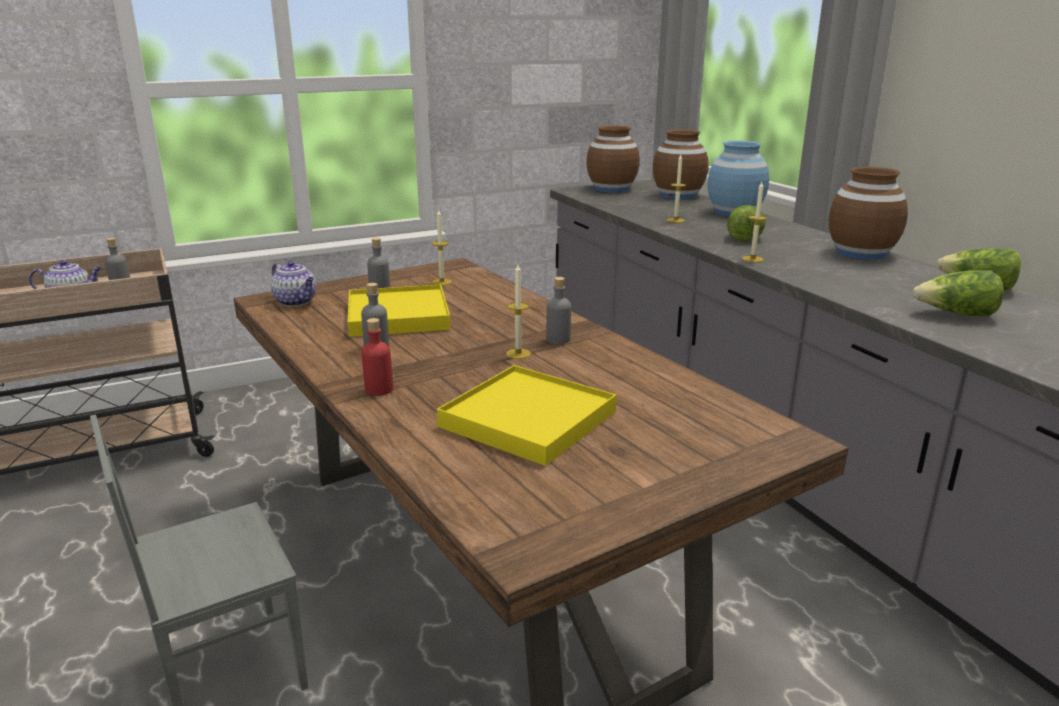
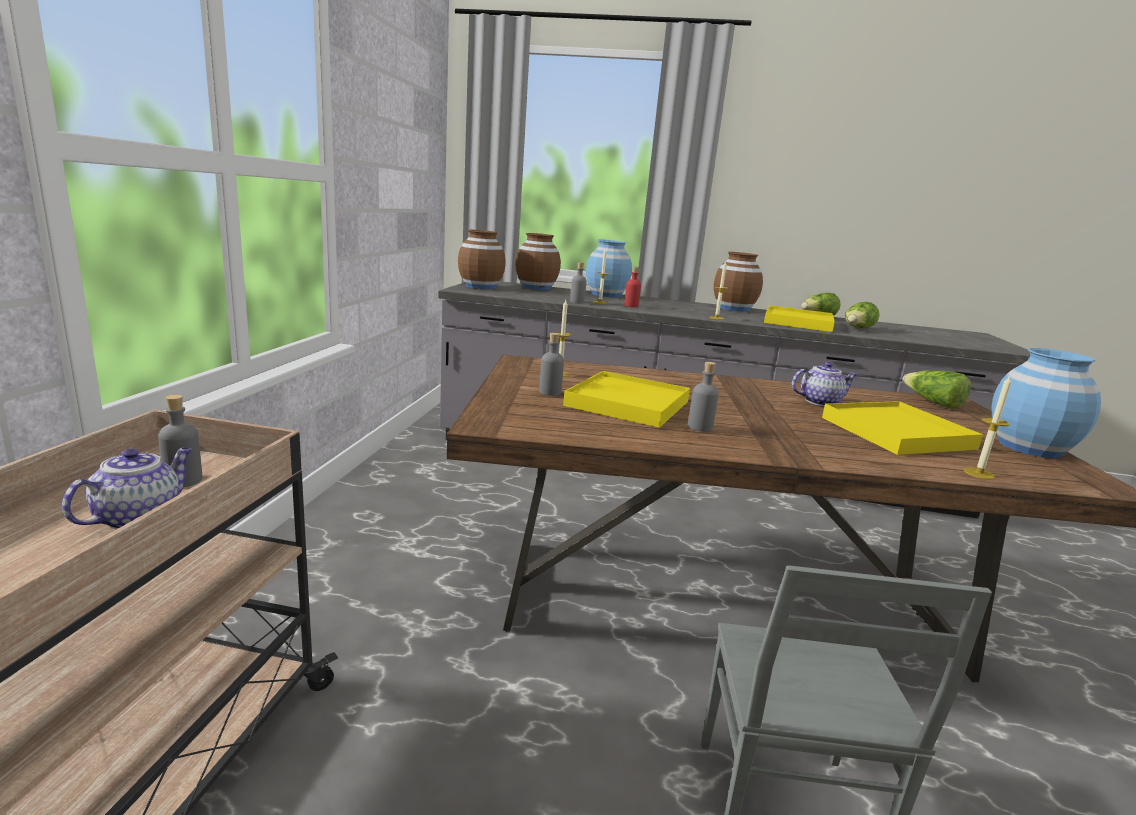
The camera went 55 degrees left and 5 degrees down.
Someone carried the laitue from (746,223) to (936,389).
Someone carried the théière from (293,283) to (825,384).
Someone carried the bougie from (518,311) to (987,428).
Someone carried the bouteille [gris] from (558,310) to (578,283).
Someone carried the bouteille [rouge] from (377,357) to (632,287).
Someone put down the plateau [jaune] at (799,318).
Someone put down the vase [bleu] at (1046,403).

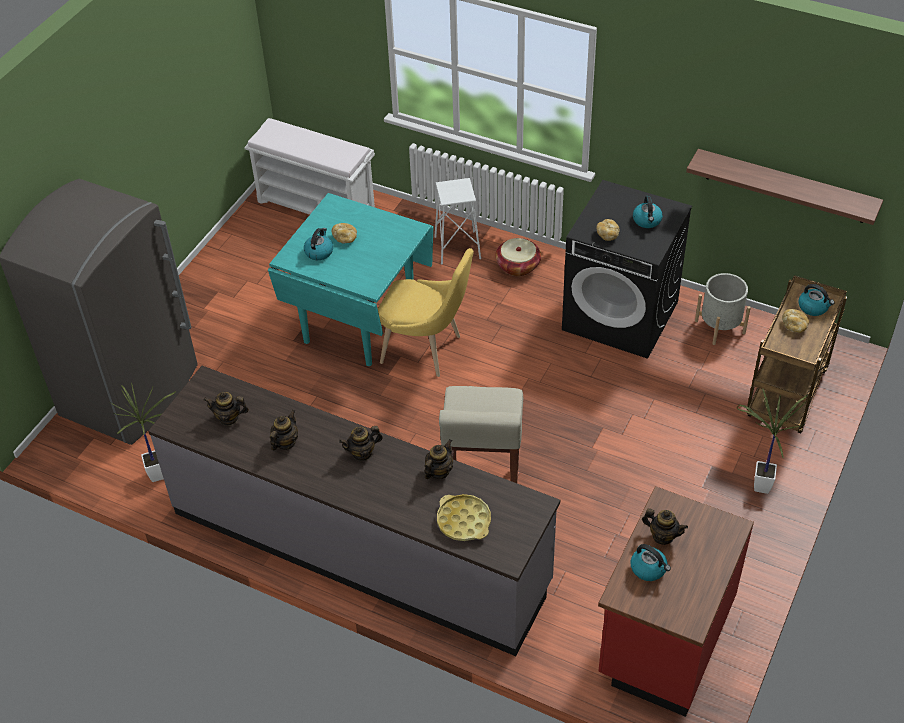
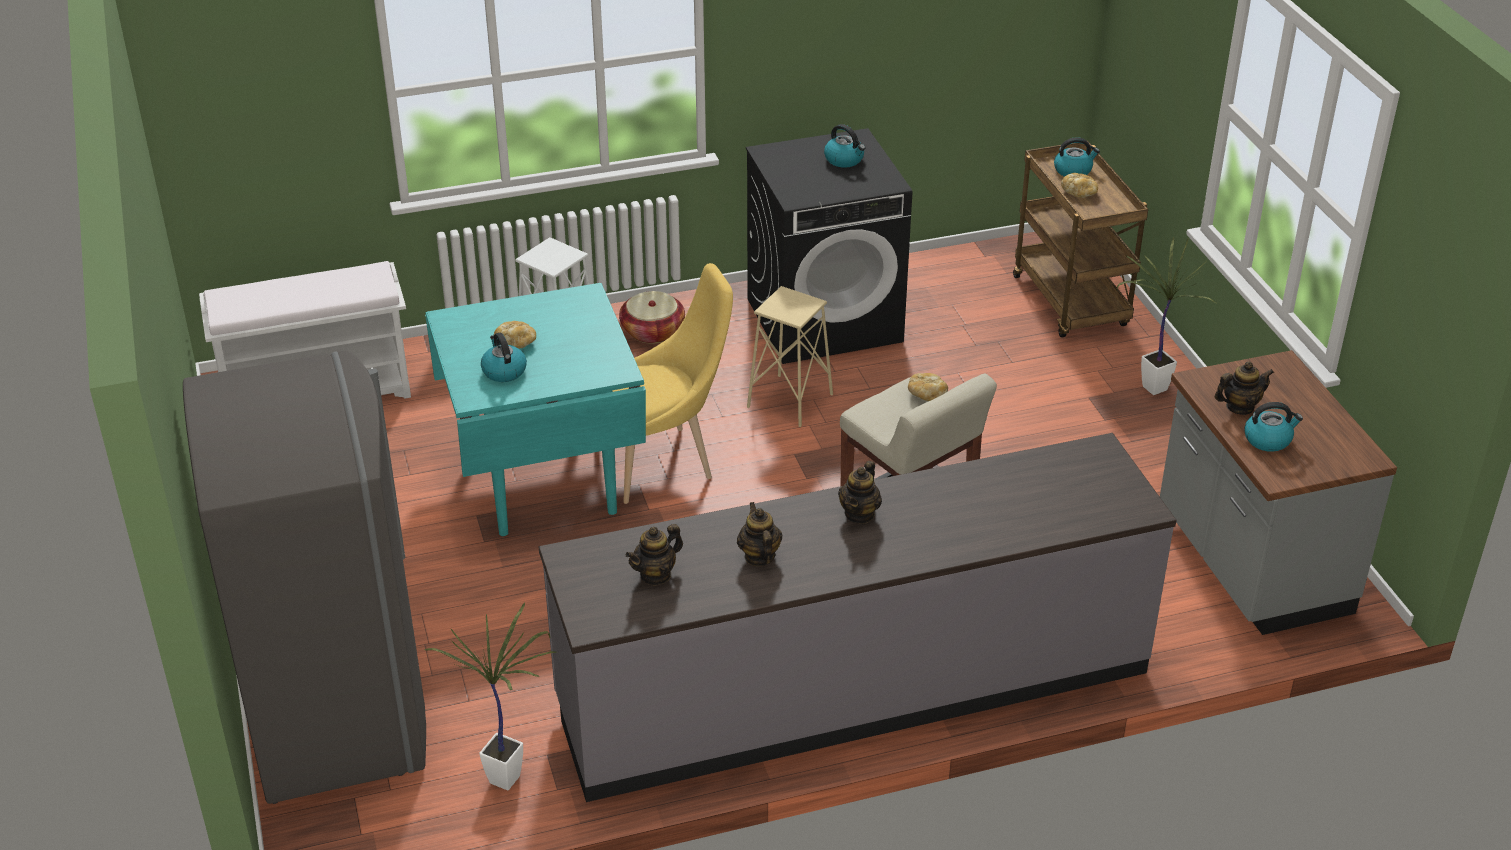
The camera went 45 degrees left and 10 degrees down.
Someone took away the étagère at (784,187).
Someone carried the pain from (607,230) to (928,387).
Someone took away the cache-pot [gris] at (723,309).
Someone took away the théière at (439,459).
Someone repainted the comptoir de cuisine [rouge] at (676,601), which became the comptoir de cuisine [gris] at (1278,492).
Someone took away the plateau [jaune] at (464,517).
Someone put down the tabouret [beige] at (790,356).

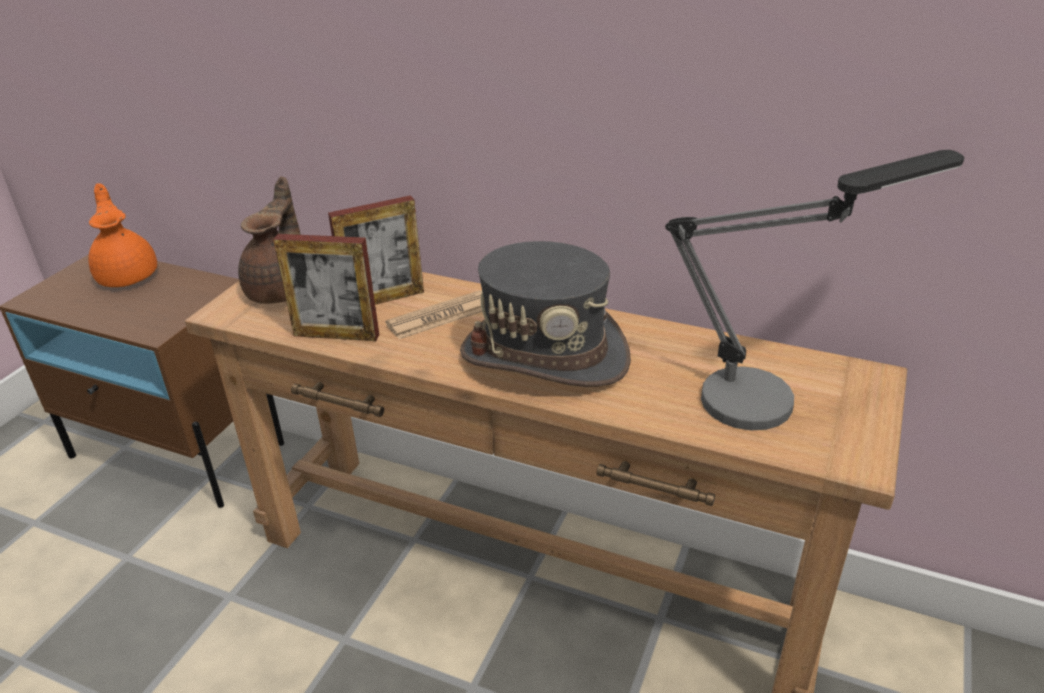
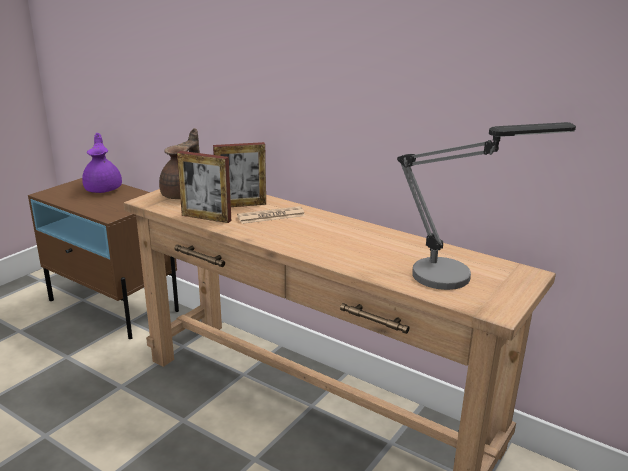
The camera went 10 degrees right and 10 degrees down.
Someone repainted the théière [orange] at (122,235), which became the théière [violet] at (102,163).
Someone took away the chapeau [gris] at (545,314).

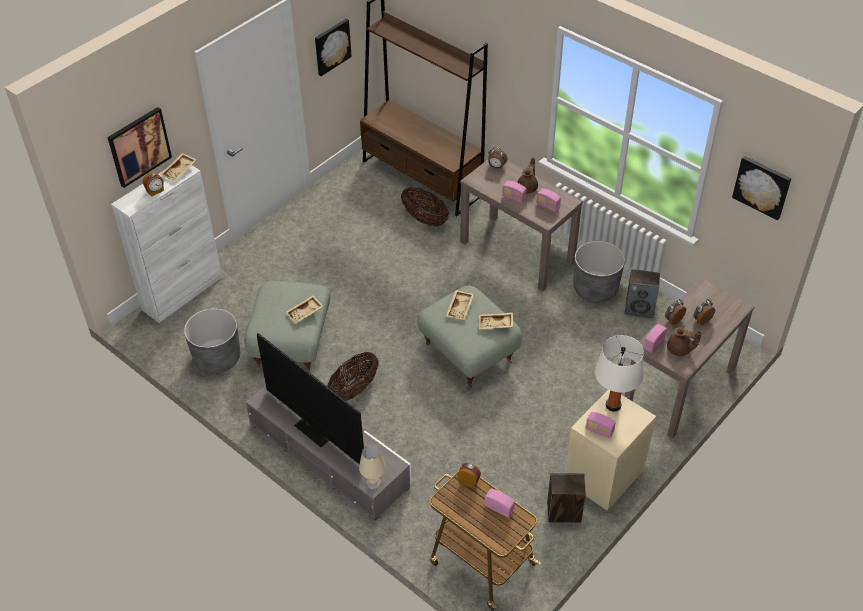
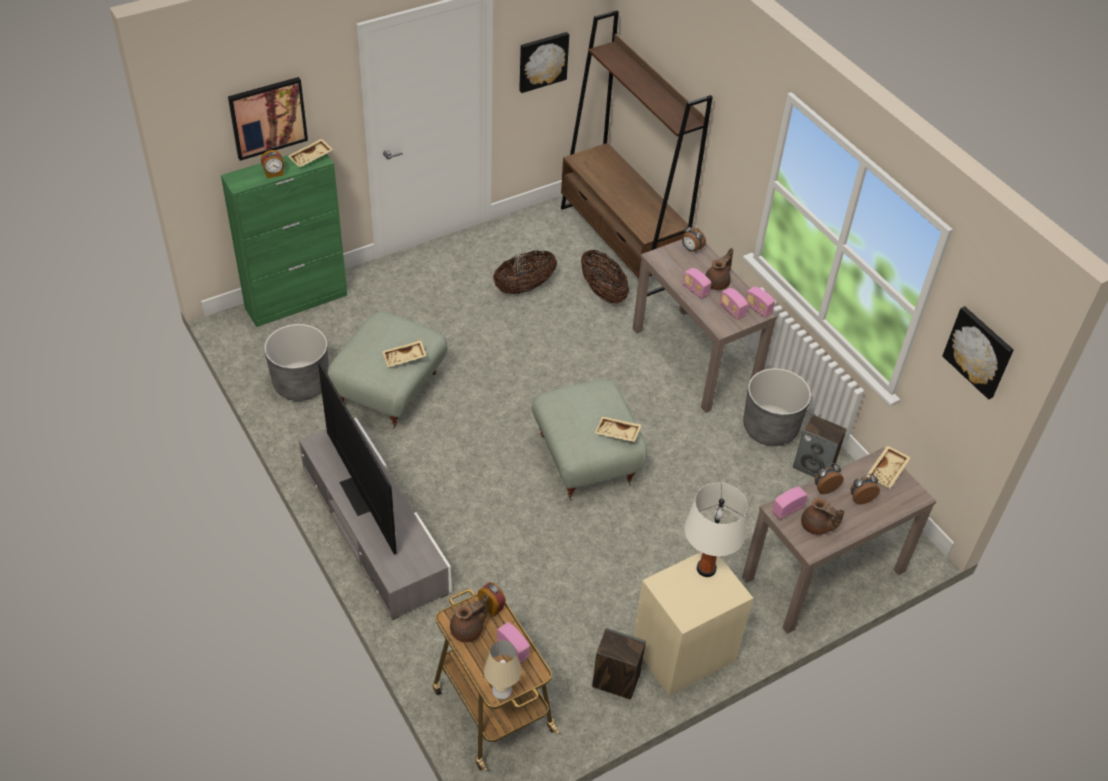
The camera went 15 degrees right and 0 degrees up.
Someone repainted the meuble de rangement [blanc] at (166,244), which became the meuble de rangement [vert] at (284,240).
Someone carried the plateau [beige] from (460,305) to (888,466).
Someone carried the panier from (353,376) to (525,272).
Someone carried the radio from (601,425) to (760,302).
Someone carried the lampe de table [beige] from (372,467) to (502,670).
Someone put down the théière [marron] at (469,618).

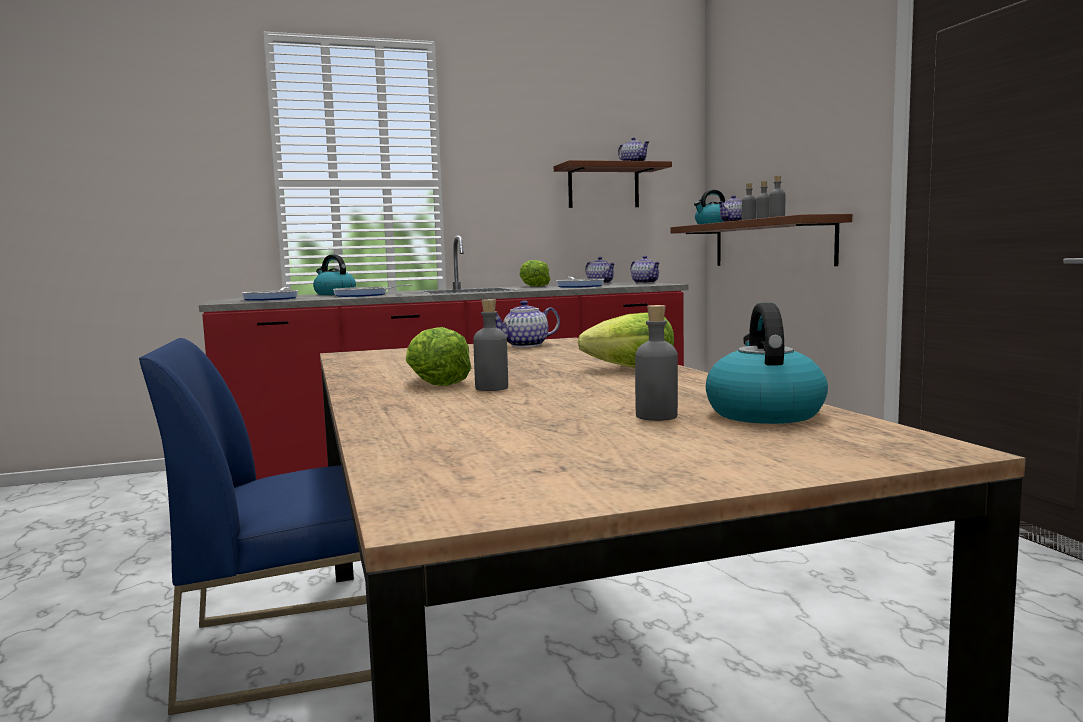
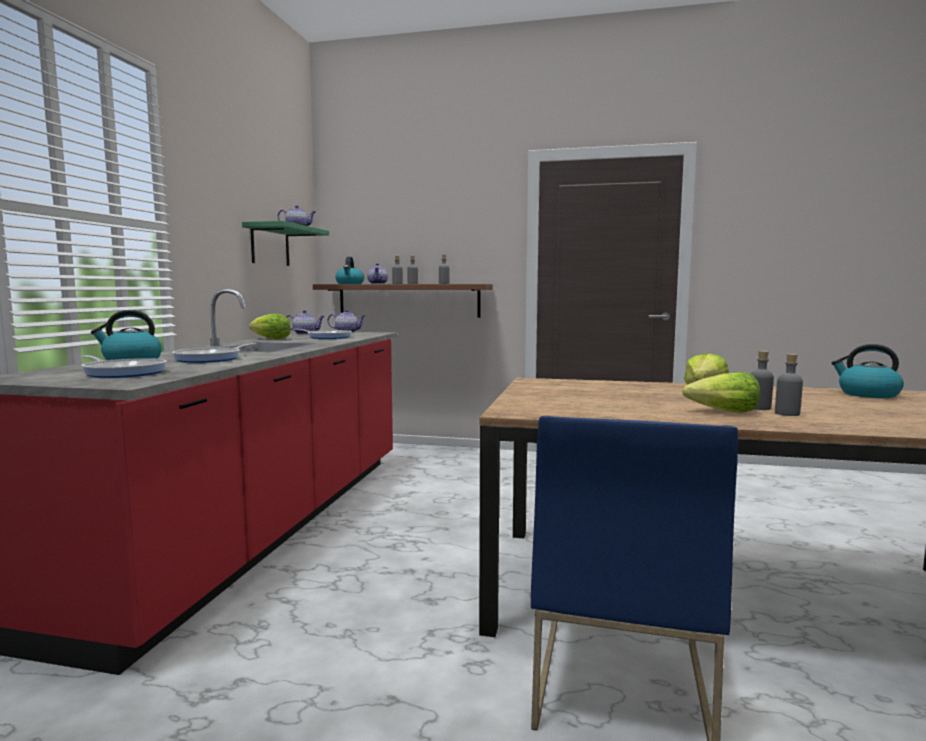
The camera went 60 degrees left and 0 degrees up.
Someone repainted the étagère [marron] at (613,184), which became the étagère [vert] at (285,243).
Someone took away the théière at (528,323).
Someone carried the bouteille [gris] from (656,363) to (789,385).

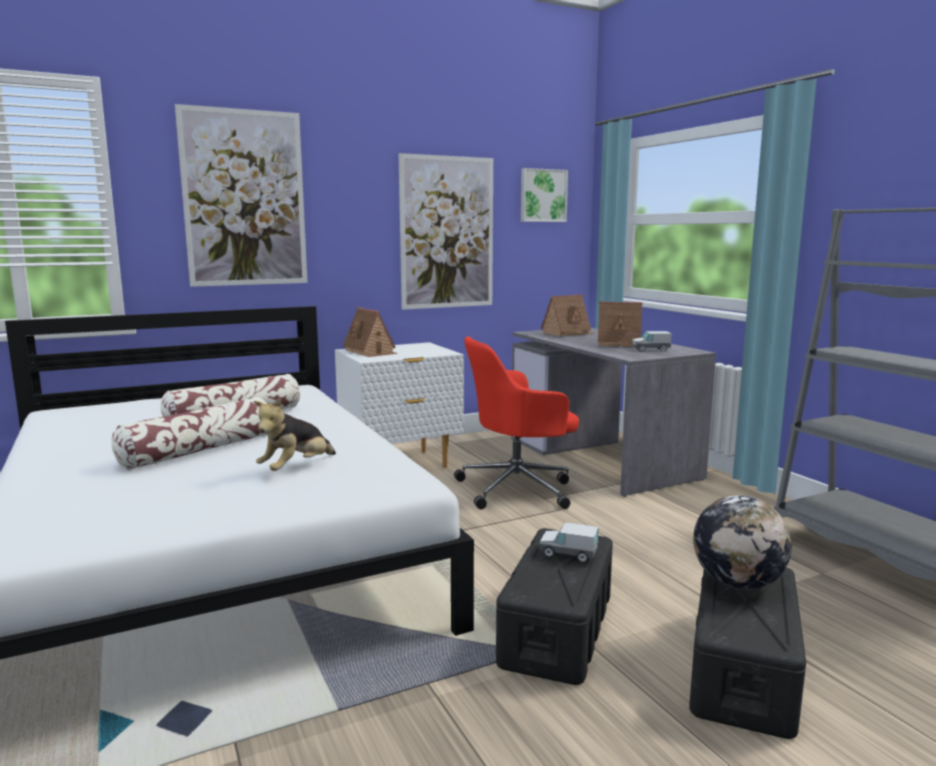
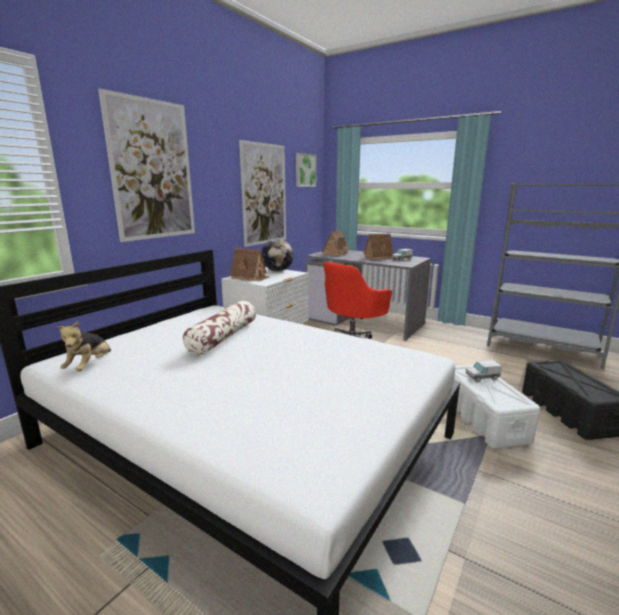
The camera went 30 degrees left and 5 degrees up.
Someone took away the coussin at (189,433).
Someone carried the peluche from (295,434) to (84,346).
Someone carried the globe from (742,542) to (277,255).
Someone repainted the boîte de rangement [noir] at (554,606), which became the boîte de rangement [blanc] at (497,407).

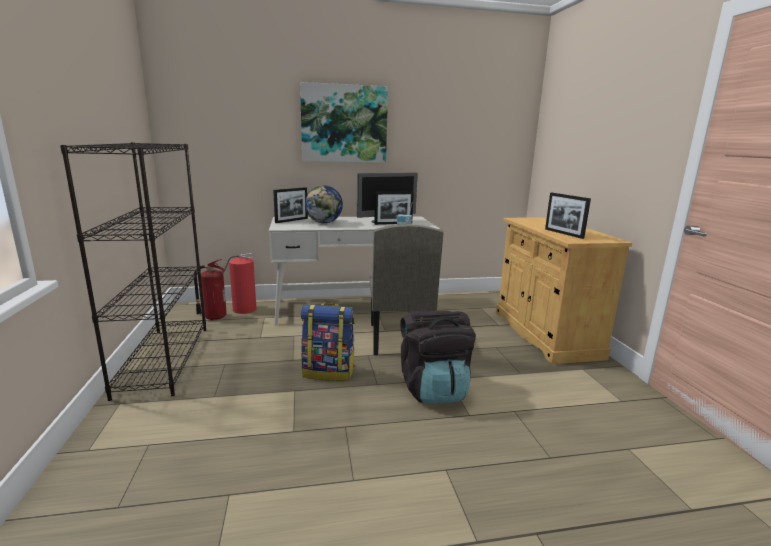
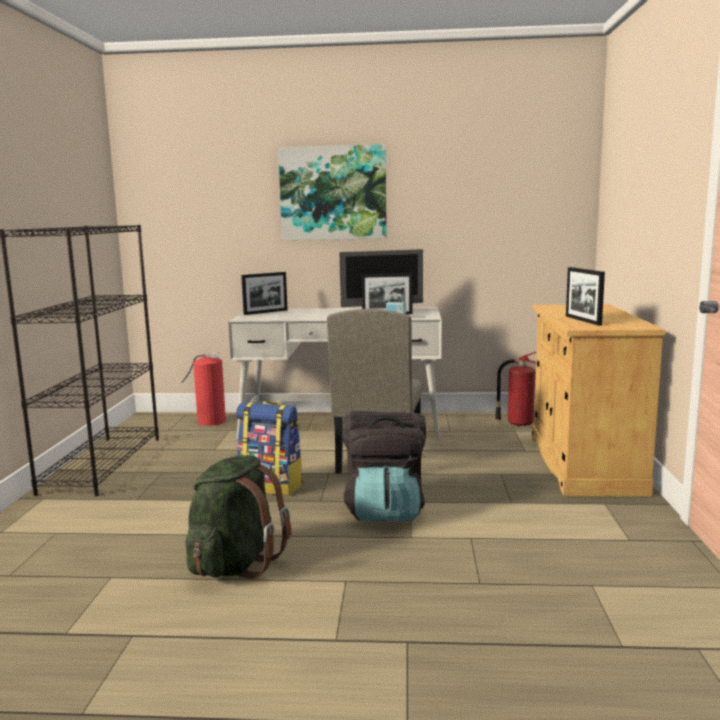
The camera went 15 degrees right and 5 degrees down.
Someone took away the globe at (324,204).
Someone carried the extincteur from (210,289) to (516,389).
Someone put down the sac à dos [vert] at (238,517).

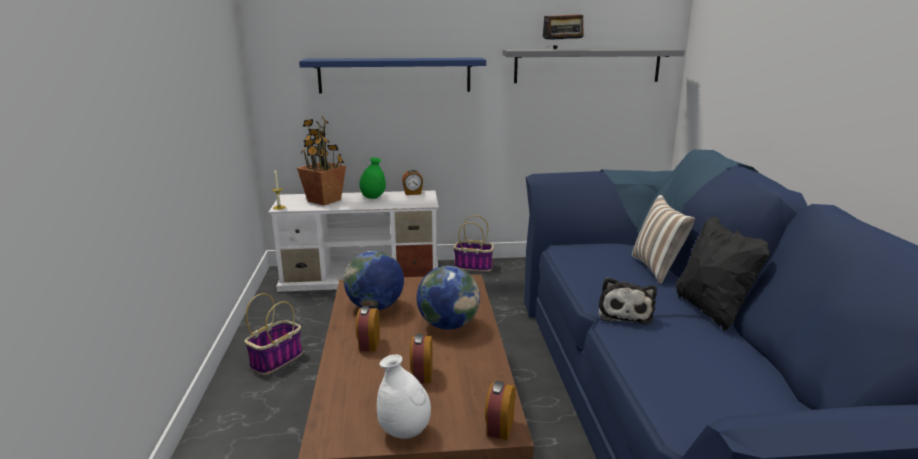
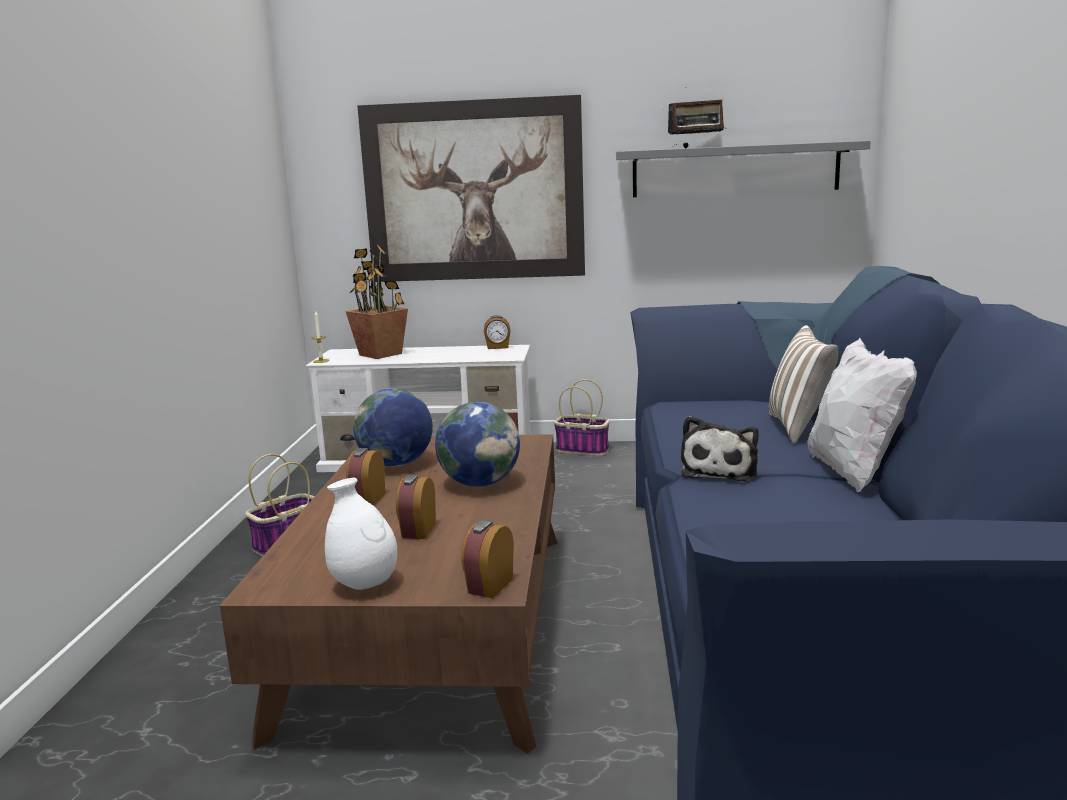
The camera went 10 degrees right and 5 degrees down.
Someone swapped the étagère [bleu] at (392,75) for the tableau at (471,188).
Someone took away the vase [vert] at (372,178).
Someone repainted the coussin [noir] at (723,273), which became the coussin [blanc] at (862,414).

